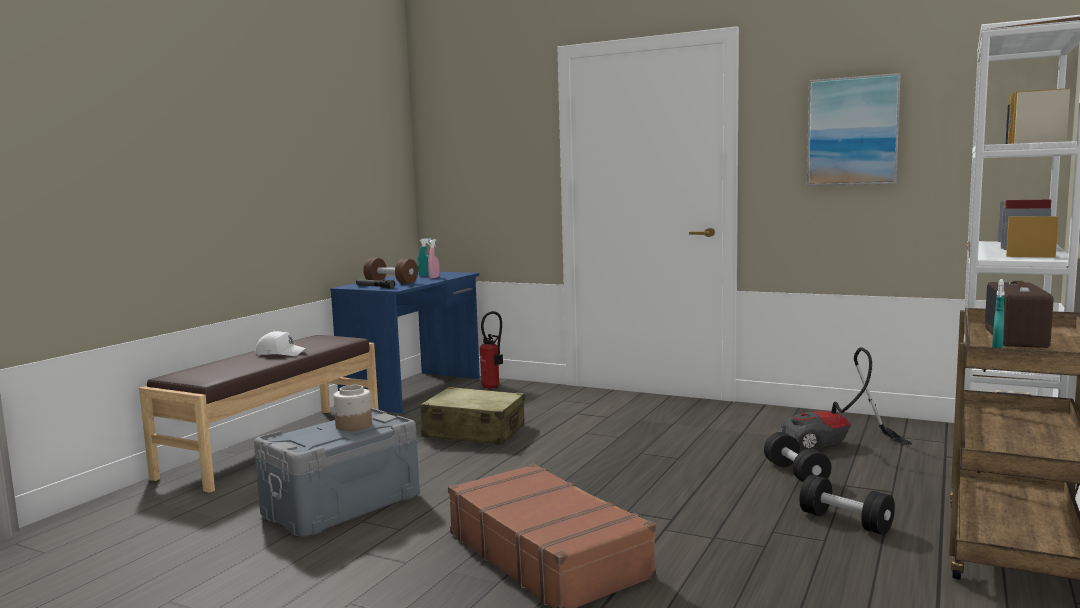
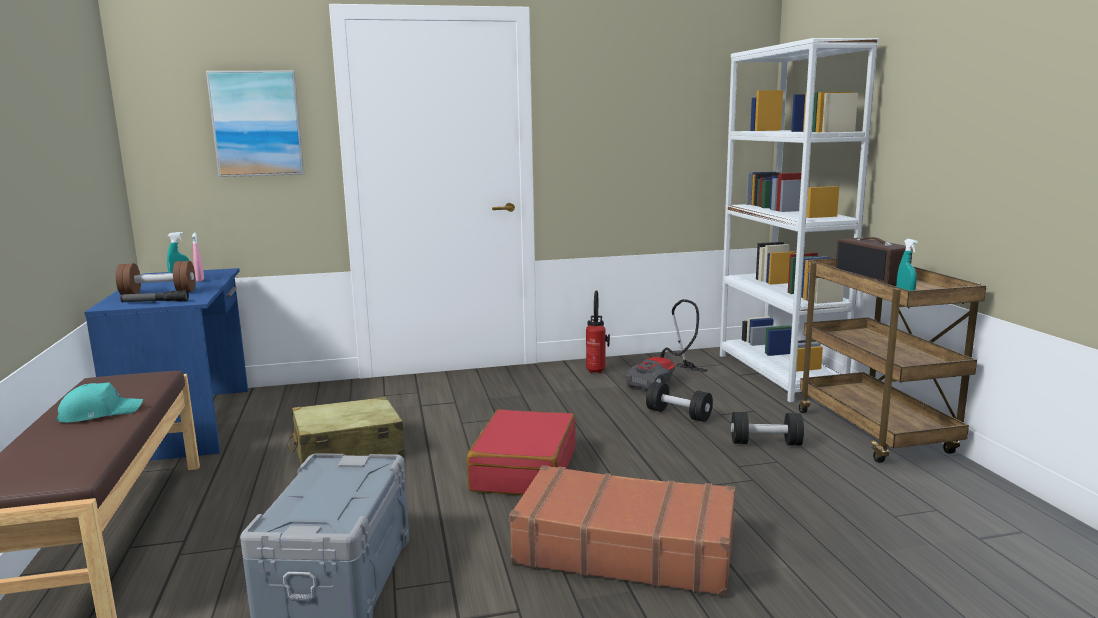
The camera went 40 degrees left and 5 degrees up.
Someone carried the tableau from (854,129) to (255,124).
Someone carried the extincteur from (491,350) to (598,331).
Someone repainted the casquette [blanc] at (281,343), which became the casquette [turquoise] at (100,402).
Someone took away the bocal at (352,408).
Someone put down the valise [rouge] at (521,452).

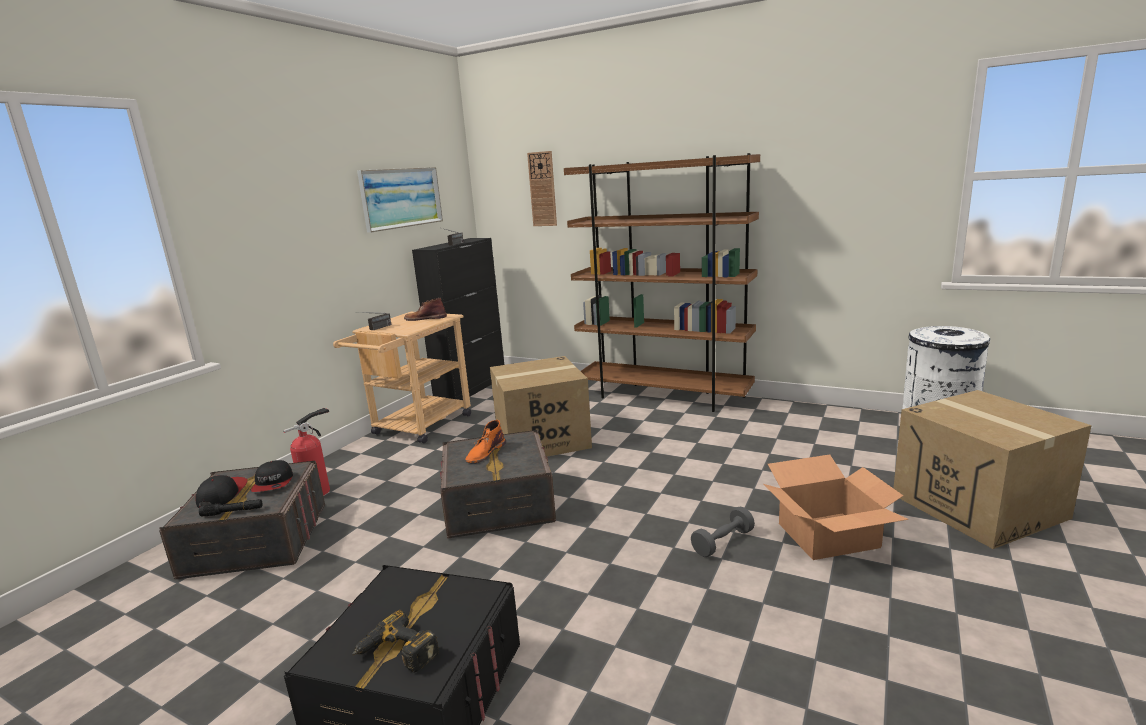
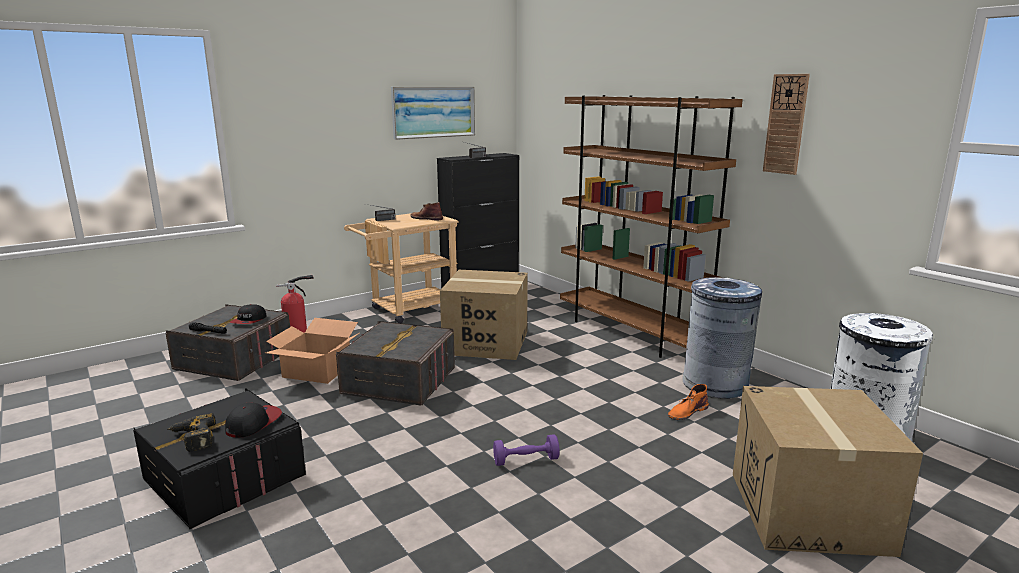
The camera went 25 degrees right and 0 degrees up.
Someone carried the horloge murale from (542,188) to (786,124).
Someone carried the botte [orange] from (485,442) to (688,402).
Someone carried the carton from (836,507) to (312,351).
Someone carried the casquette from (221,491) to (253,420).
Someone repainted the haltère [gris] at (723,531), which became the haltère [violet] at (526,450).
Someone put down the poubelle [gris] at (722,338).

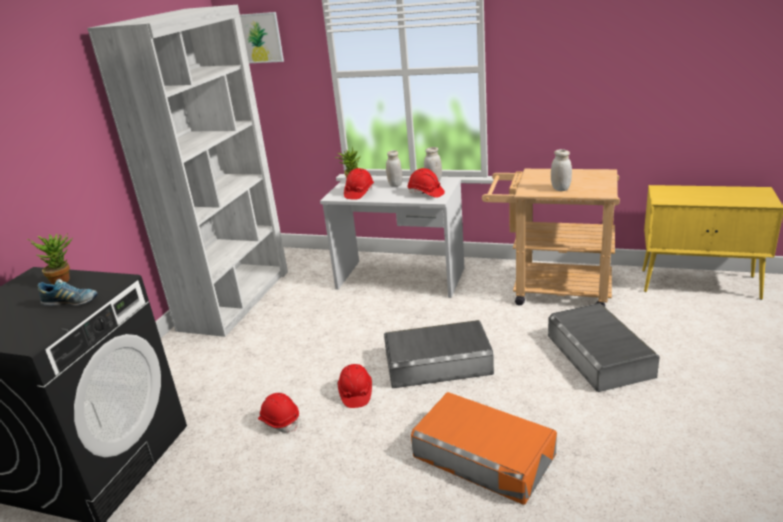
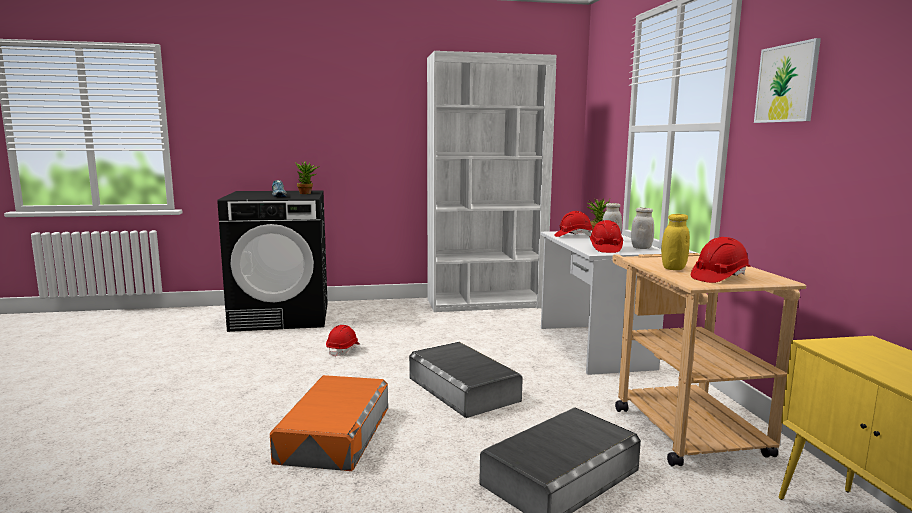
The camera went 60 degrees right and 15 degrees down.
Someone carried the tableau from (262,37) to (787,80).
Someone repainted the bocal [blanc] at (561,170), which became the bocal [jaune] at (675,242).
Someone carried the casque de chantier [rouge] from (355,386) to (720,260).

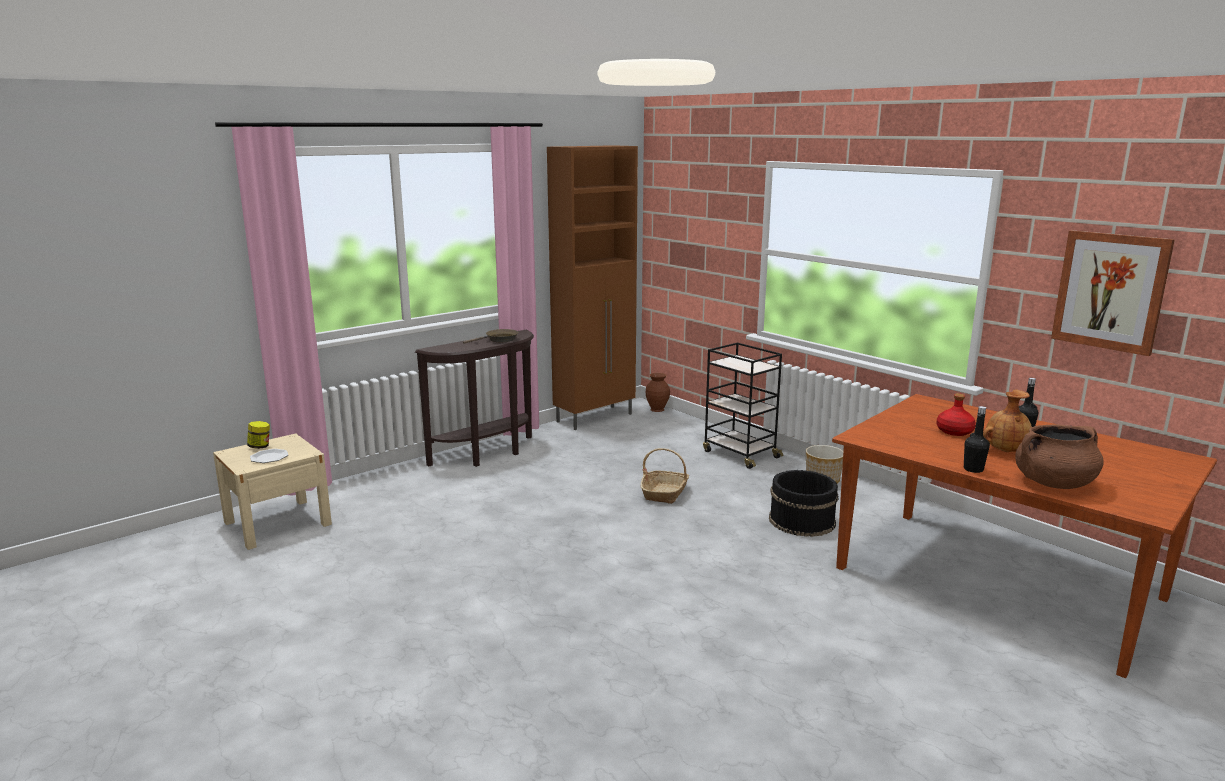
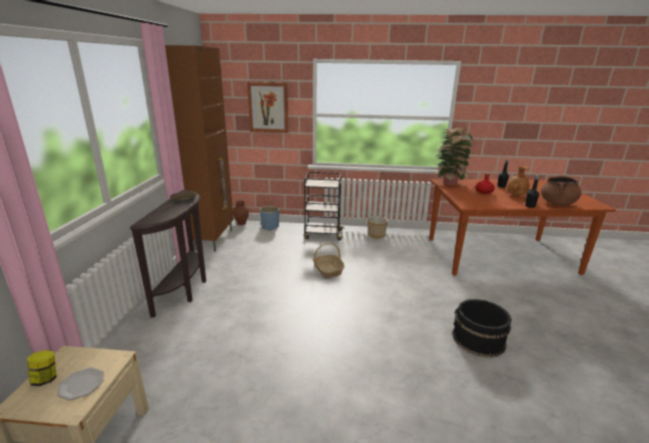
The camera went 45 degrees left and 5 degrees up.
Someone carried the tableau from (1113,293) to (268,107).
Someone carried the seau [noir] from (804,503) to (482,328).
Someone put down the plante en pot at (452,156).
Someone put down the cache-pot [bleu] at (269,218).

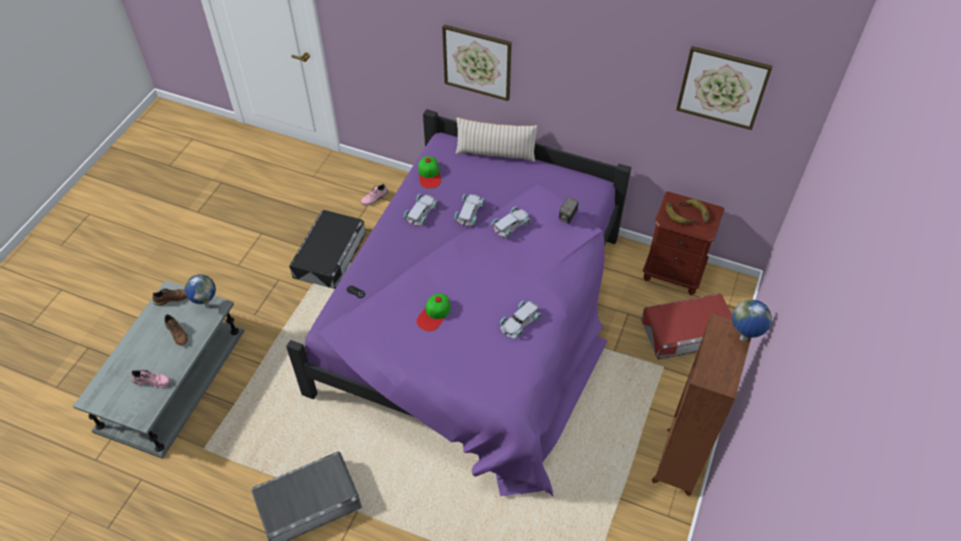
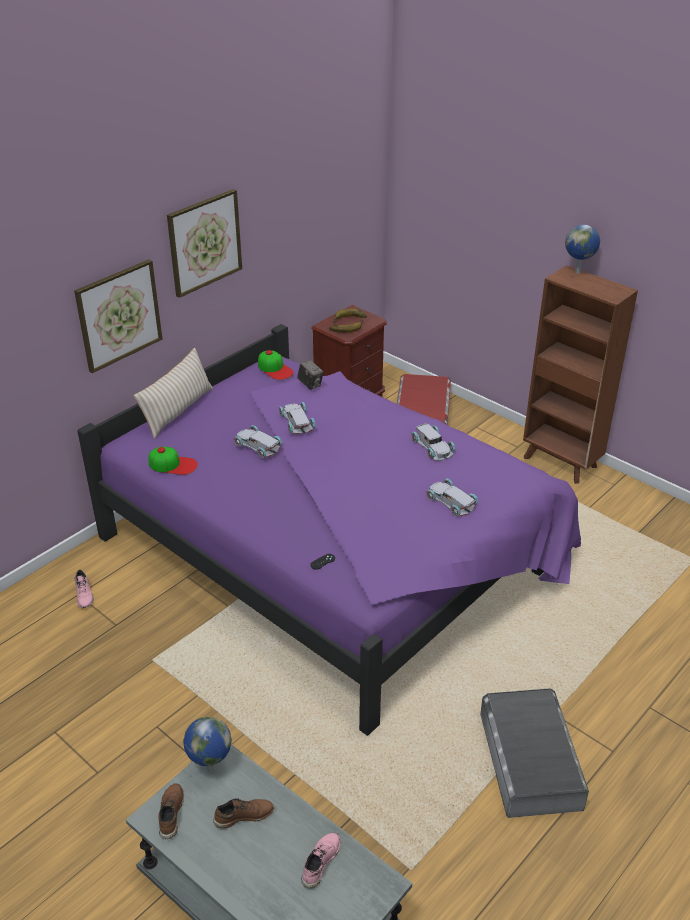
The camera went 70 degrees left and 15 degrees down.
Someone carried the tableau from (724,88) to (204,243).
Someone carried the petite voiture [blanc] from (421,210) to (452,497).
Someone took away the boîte de rangement [noir] at (327,249).
Someone carried the casquette from (433,312) to (276,365).

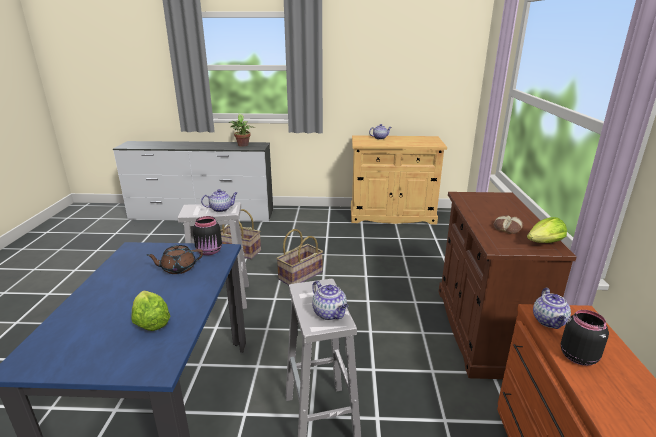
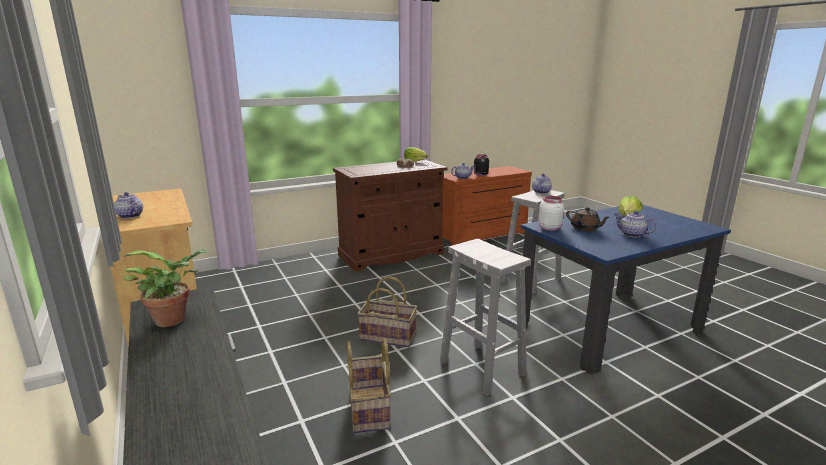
The camera went 120 degrees left and 5 degrees down.
Someone carried the théière from (219,200) to (635,224).
Someone repainted the bocal [noir] at (207,235), which became the bocal [blanc] at (551,213).

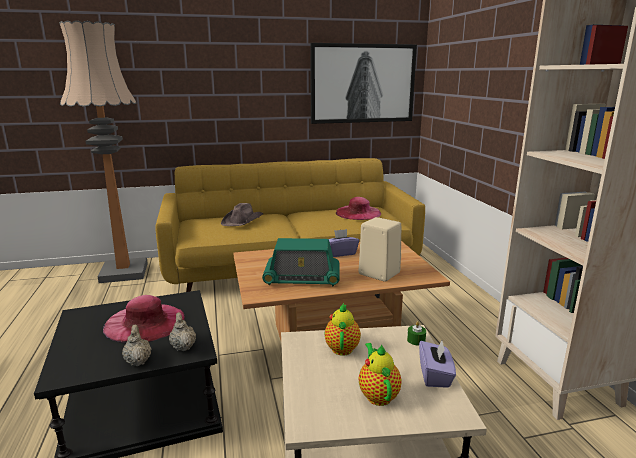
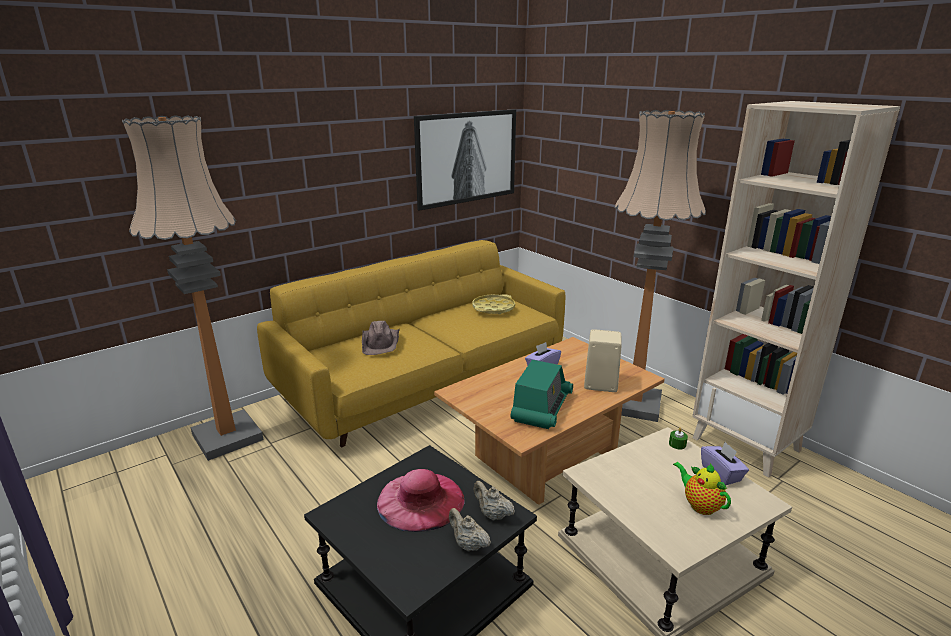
The camera went 25 degrees left and 5 degrees up.
Someone swapped the chapeau [rose] at (358,208) for the plateau [jaune] at (493,304).
Someone rotated the radio at (301,262) by 45 degrees counterclockwise.
Someone took away the théière at (343,329).
Someone put down the lampadaire at (660,266).

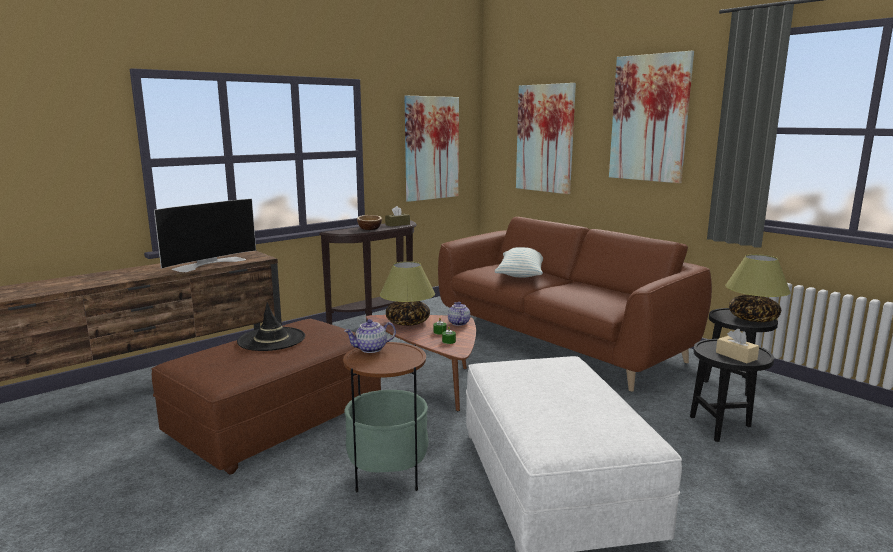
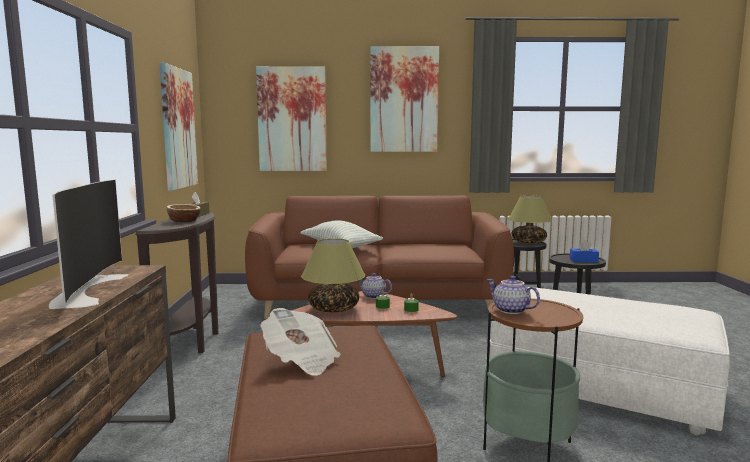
The camera went 50 degrees left and 5 degrees down.
Someone swapped the chapeau [noir] at (271,326) for the journal at (301,342).
Someone rotated the théière at (370,336) by 120 degrees clockwise.
Someone repainted the boîte à mouchoirs [beige] at (737,346), which became the boîte à mouchoirs [bleu] at (584,251).

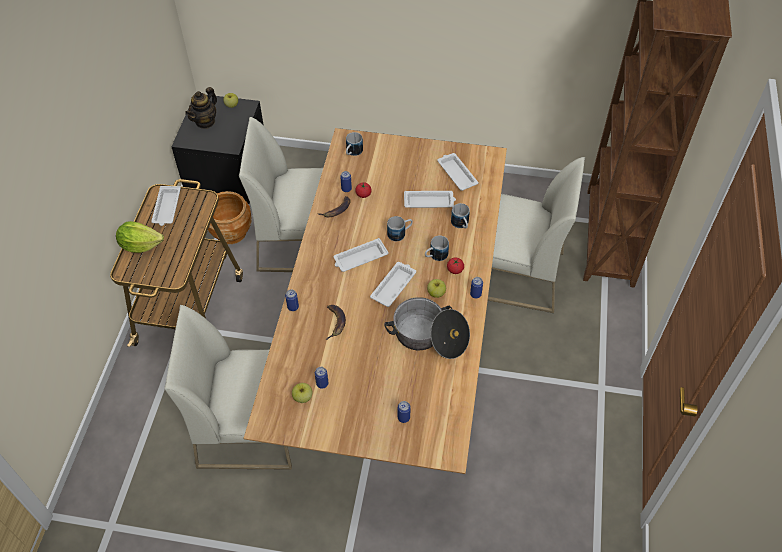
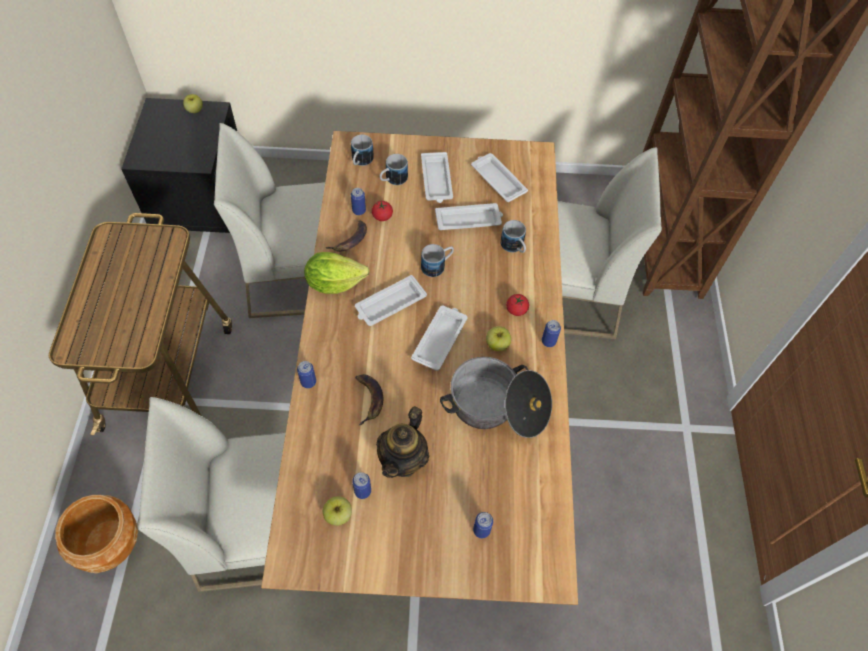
The camera went 10 degrees left and 5 degrees up.
Someone carried the théière from (201,108) to (402,442).
Someone carried the plateau [blanc] from (166,206) to (437,177).
Someone carried the cache-pot [marron] from (230,217) to (96,534).
Someone carried the laitue from (140,237) to (337,273).
Someone carried the mug from (437,248) to (394,169).

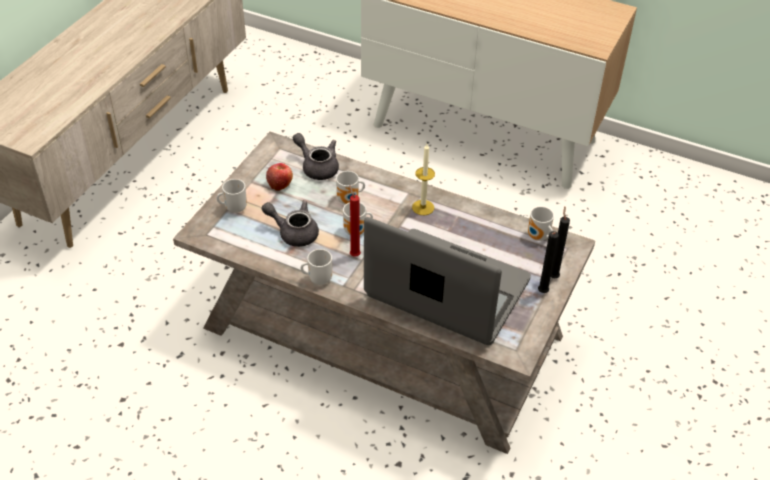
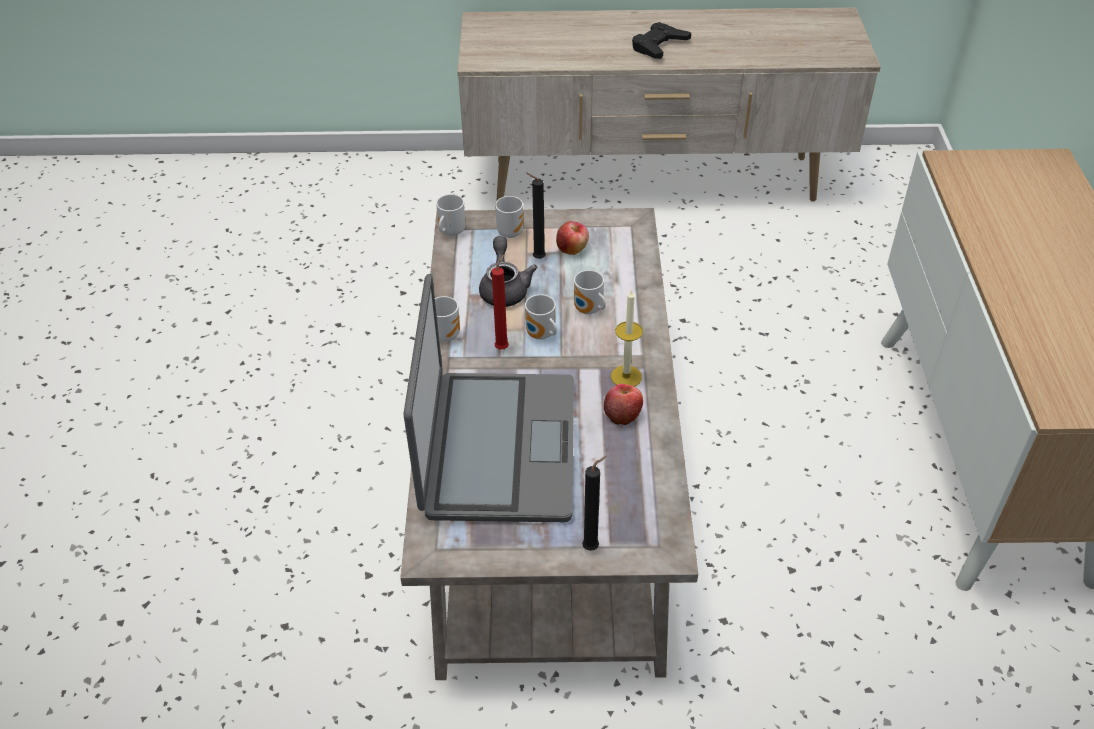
The camera went 65 degrees right and 0 degrees up.
Someone took away the théière [gris] at (315,156).
Someone carried the mug from (541,223) to (450,215).
Someone carried the bougie [noir] from (548,262) to (536,215).
Someone put down the manette [noir] at (661,40).
Someone put down the pomme at (623,404).

